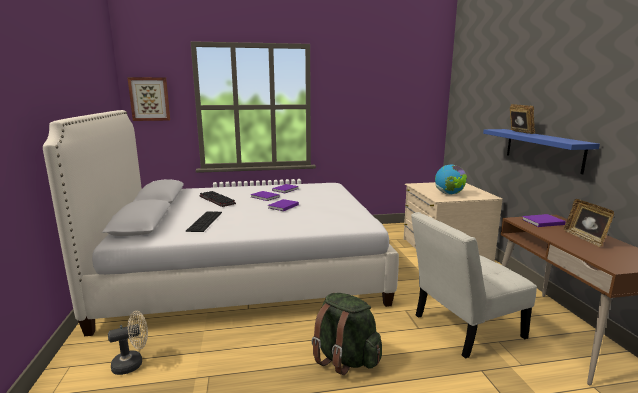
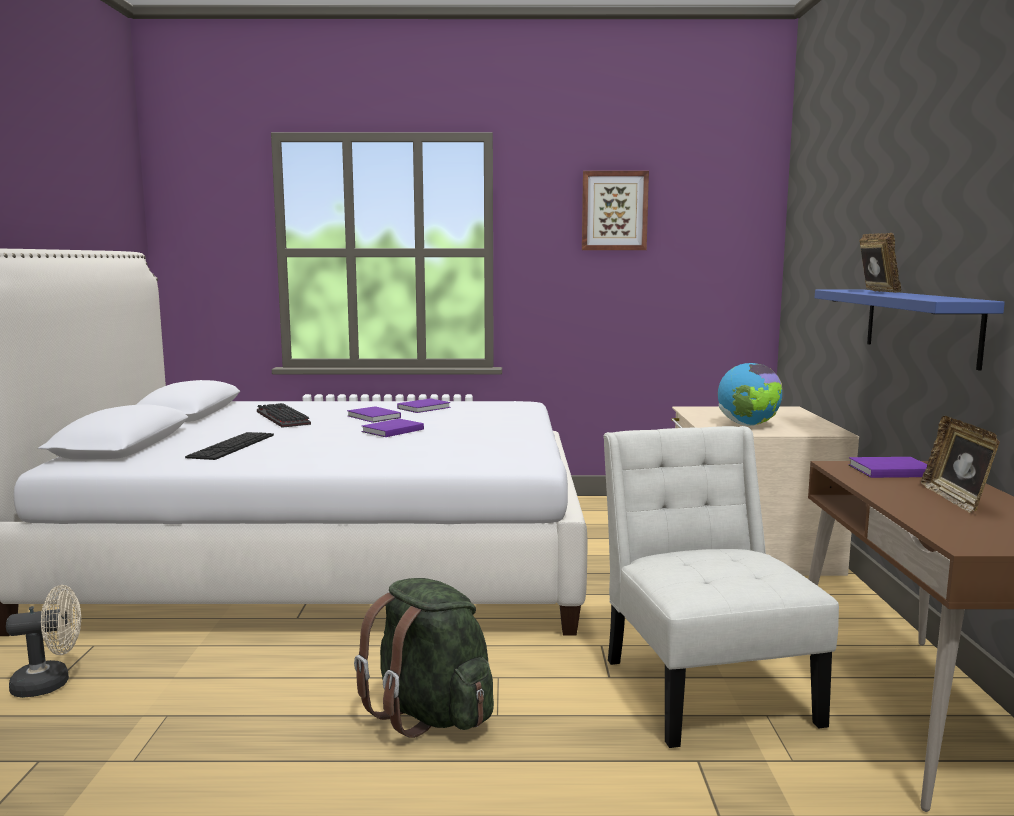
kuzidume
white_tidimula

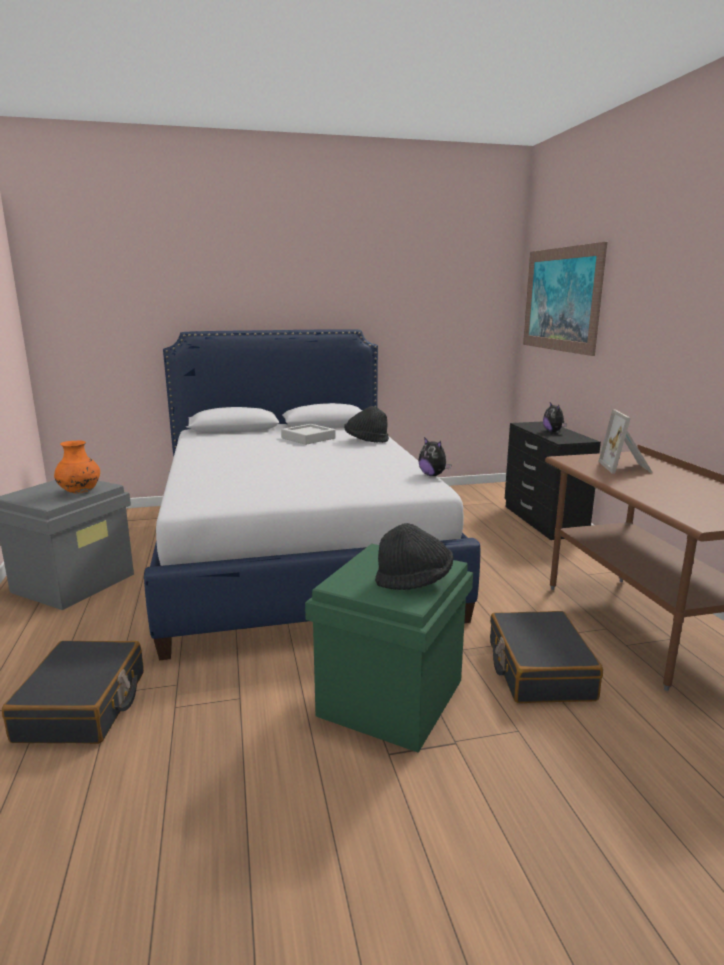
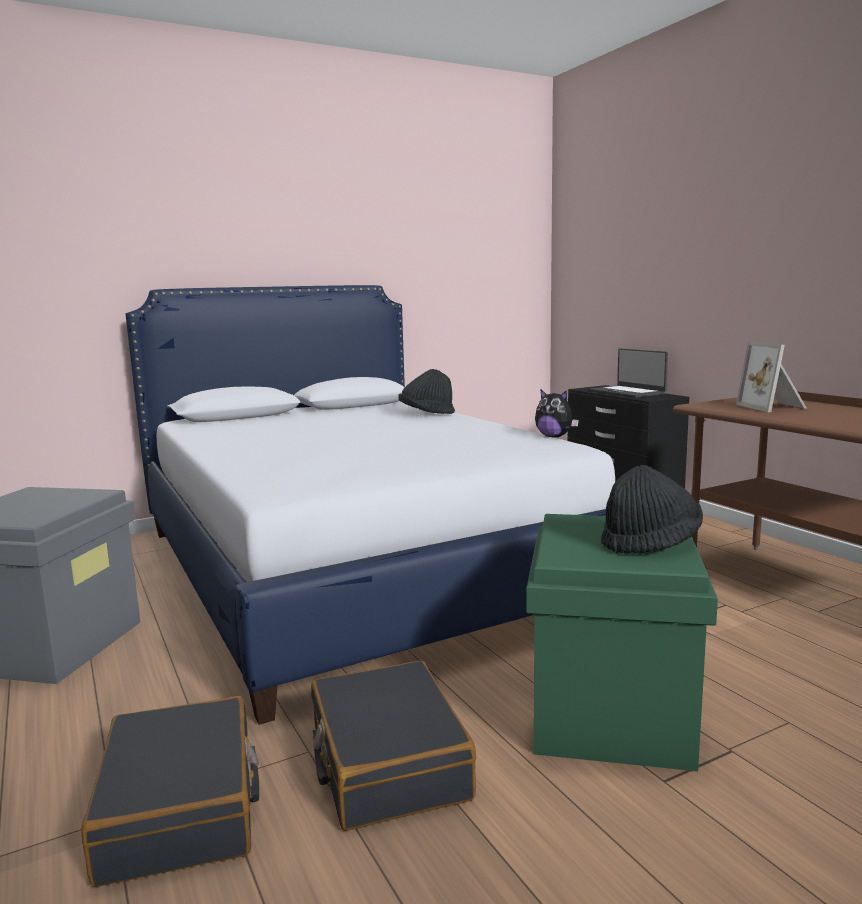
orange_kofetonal
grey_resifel
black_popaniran (2nd from left)
kuzidume
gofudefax

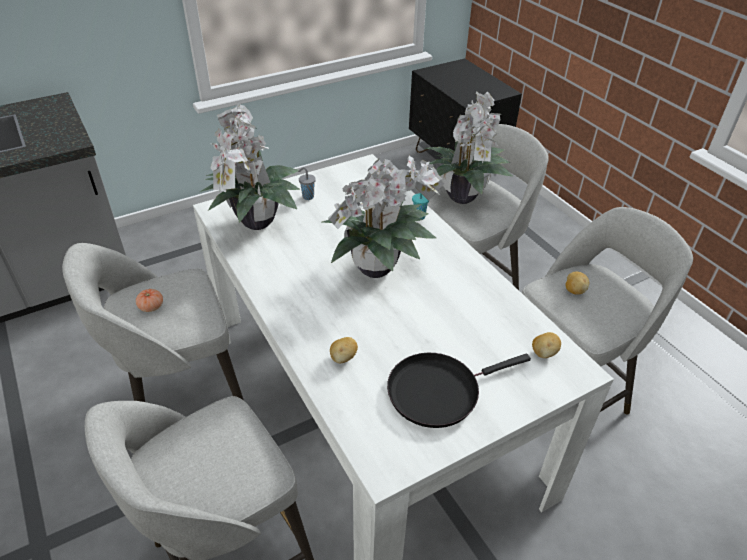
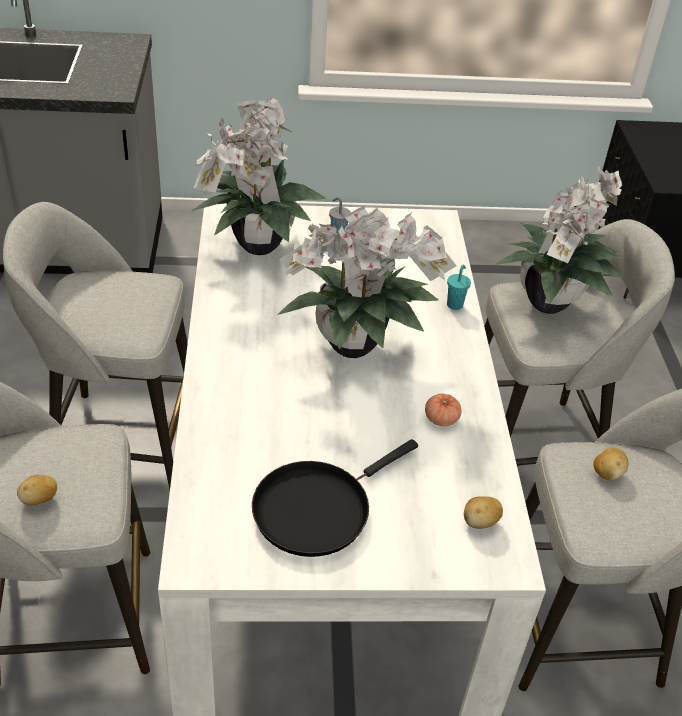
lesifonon
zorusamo (1st from left)
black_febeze

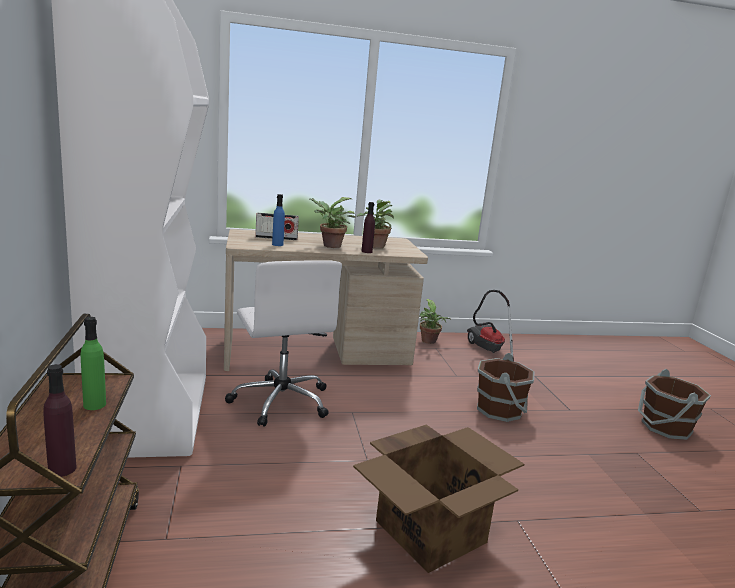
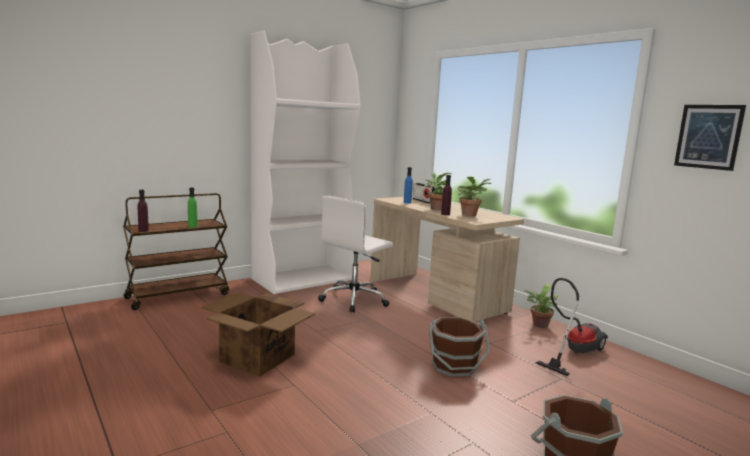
kuzidume

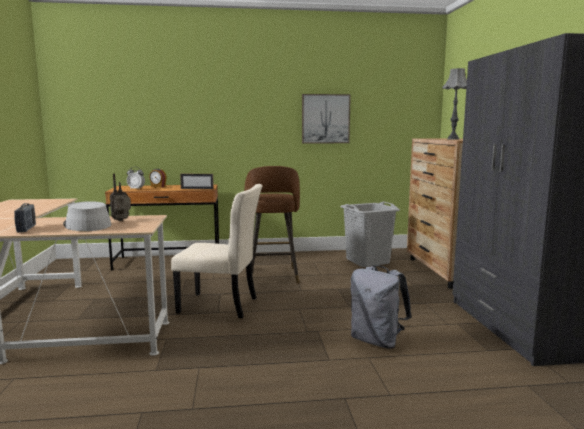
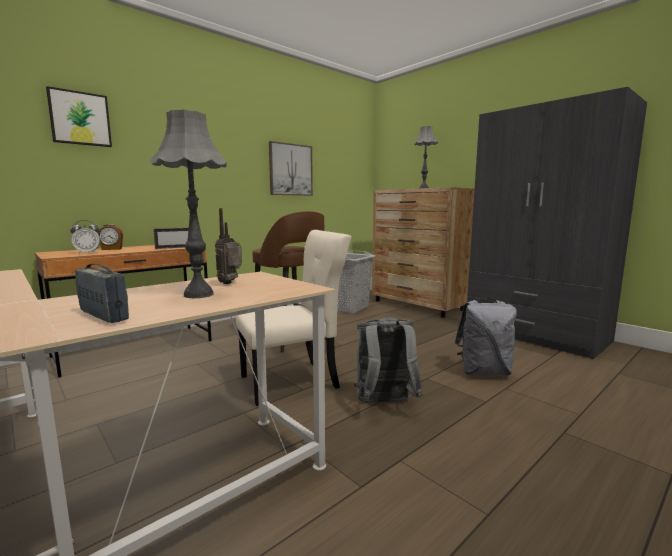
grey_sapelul (1st from left)
kuzidume (1st from left)
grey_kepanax (1st from left)

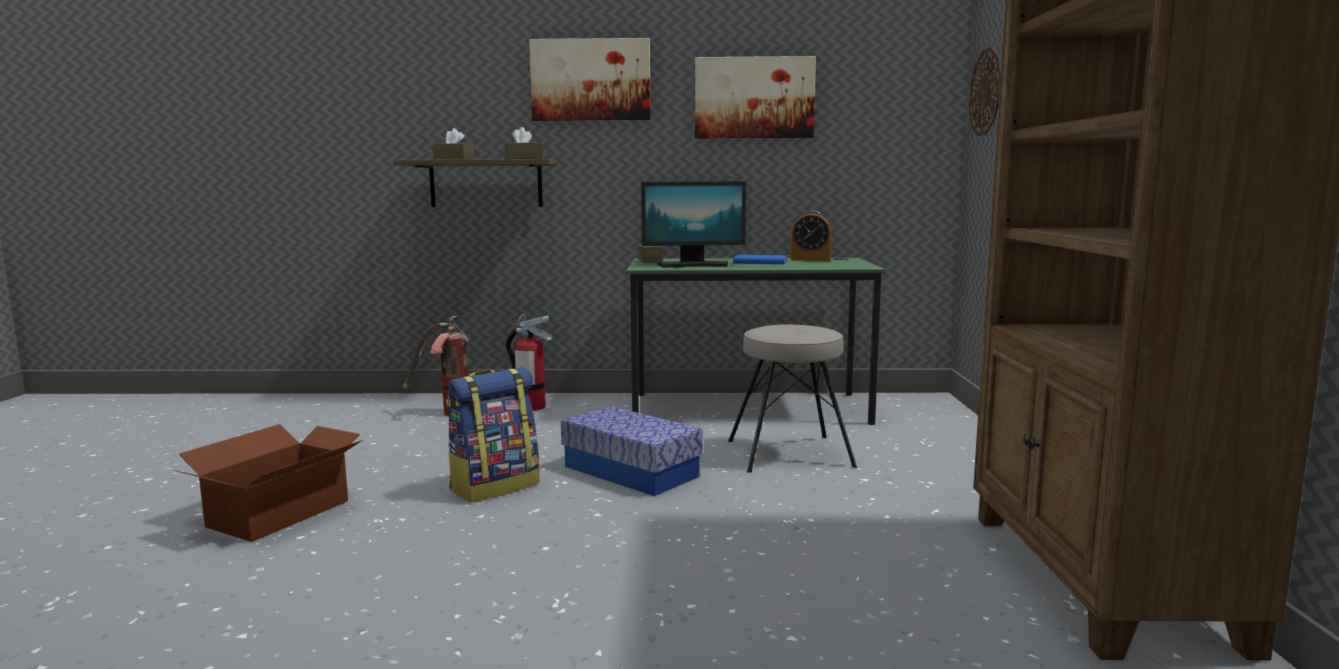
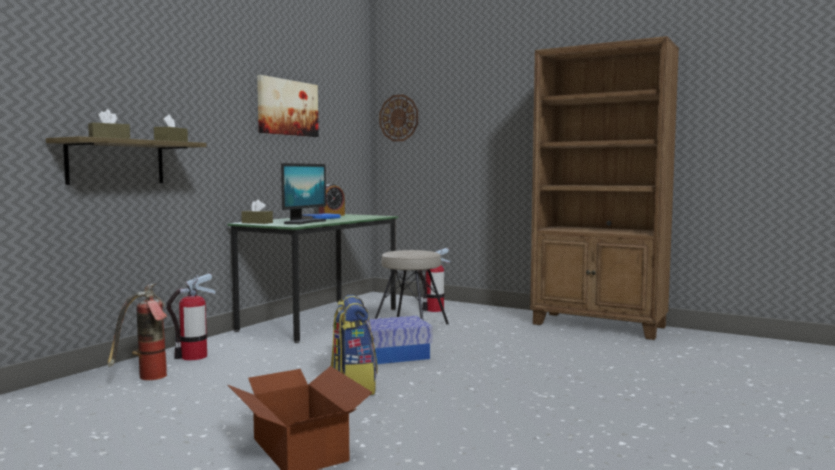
kuzidume (1st from left in the first image)
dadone (3rd from left)

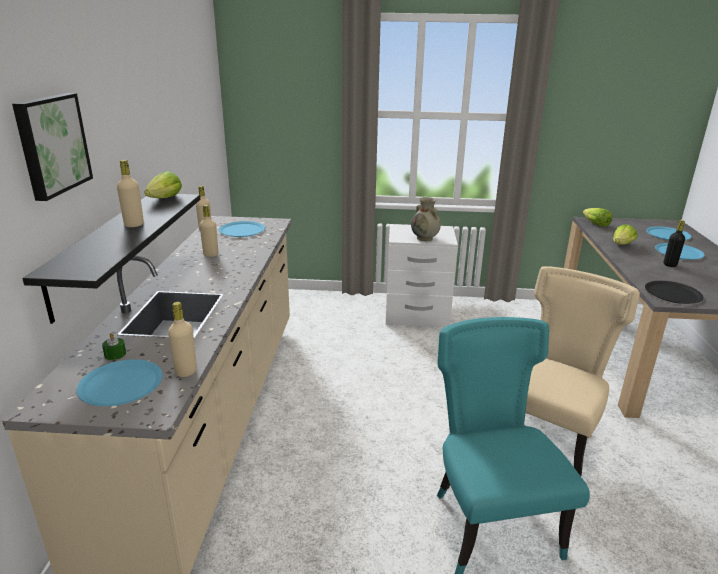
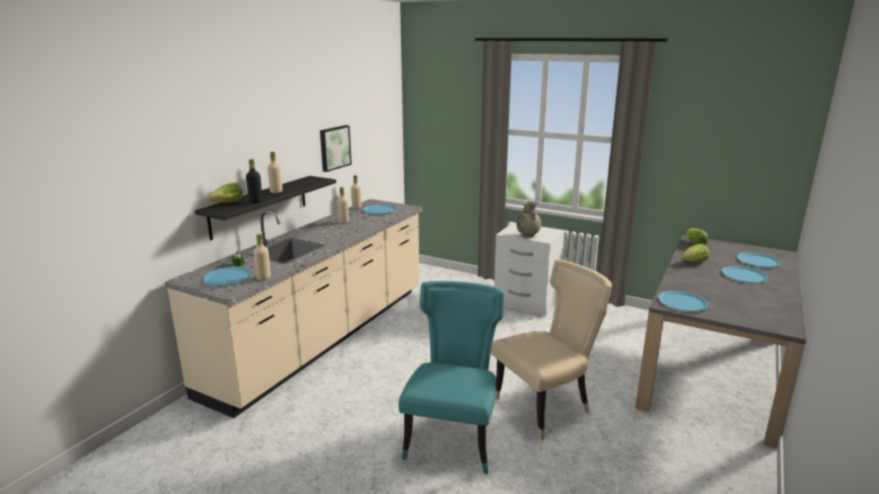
kuzidume
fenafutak (1st from left)
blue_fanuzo (3rd from left)
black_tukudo

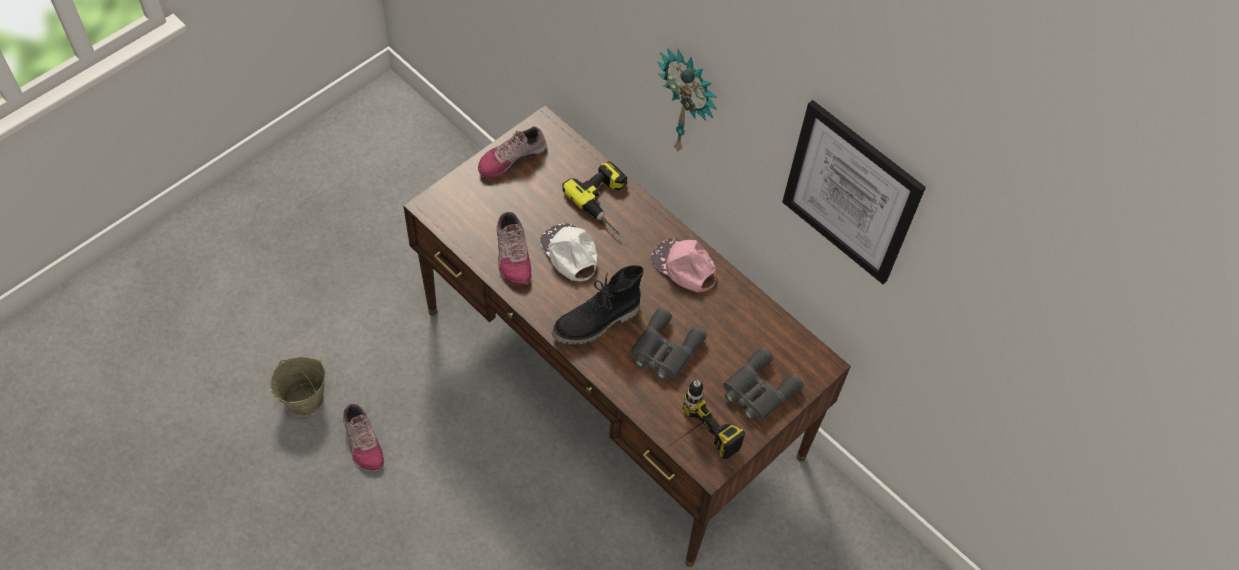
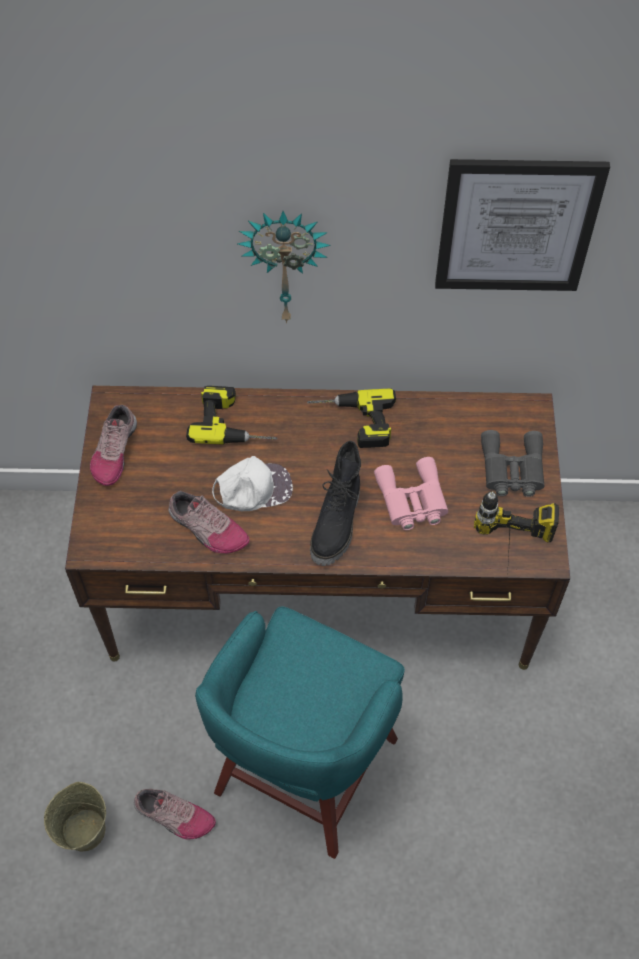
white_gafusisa
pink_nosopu
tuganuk (2nd from left)
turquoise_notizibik

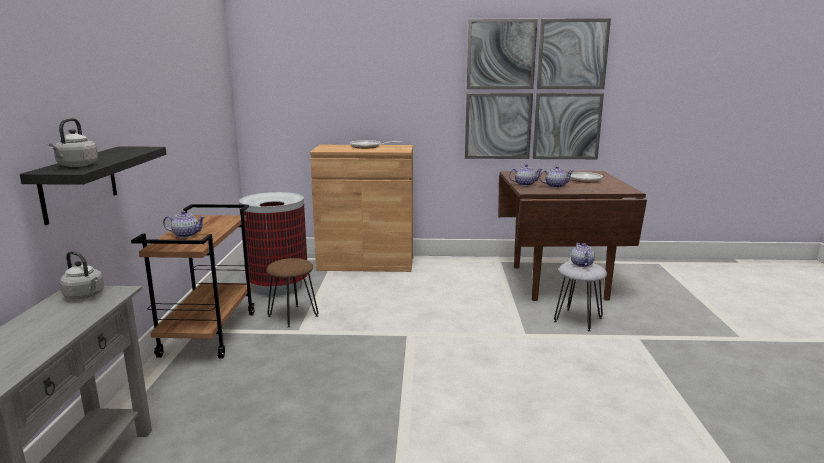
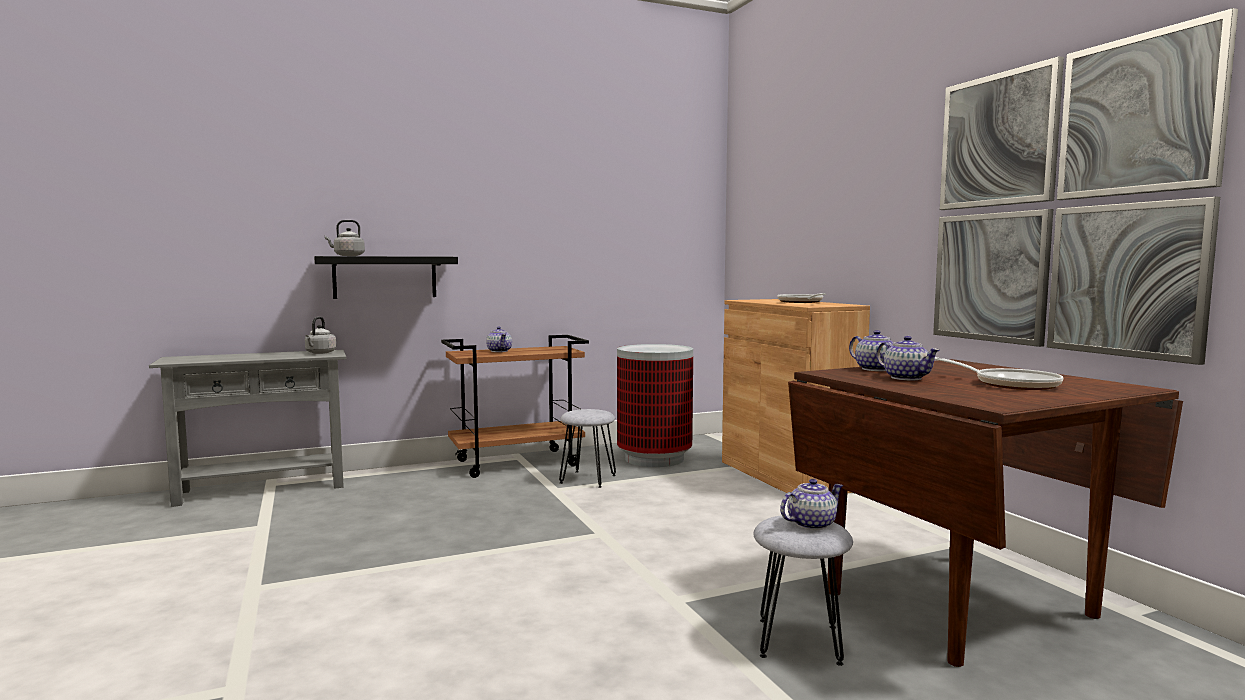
grey_notizibik (1st from left)

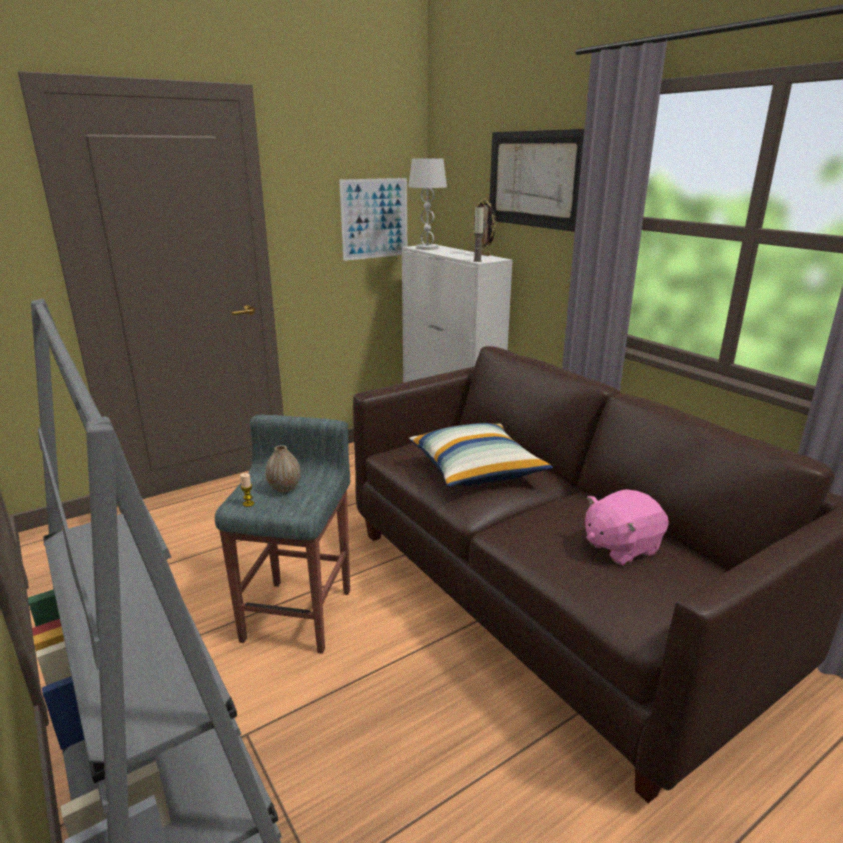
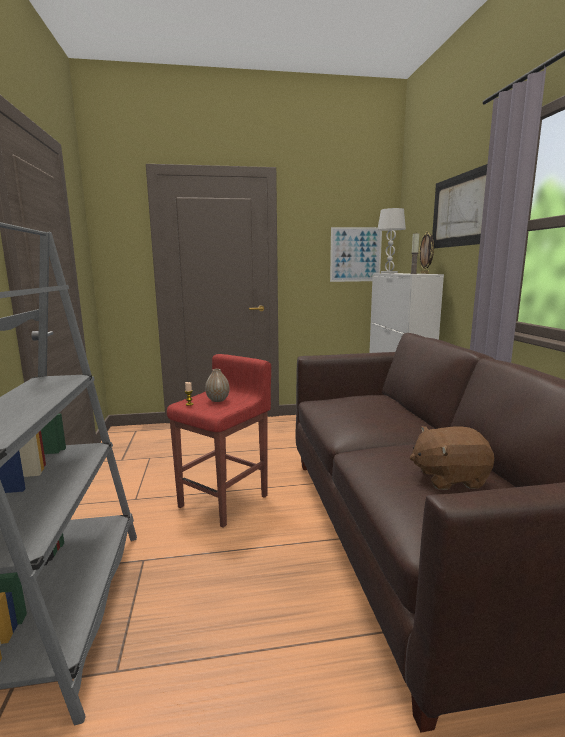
red_notizibik
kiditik
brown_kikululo

